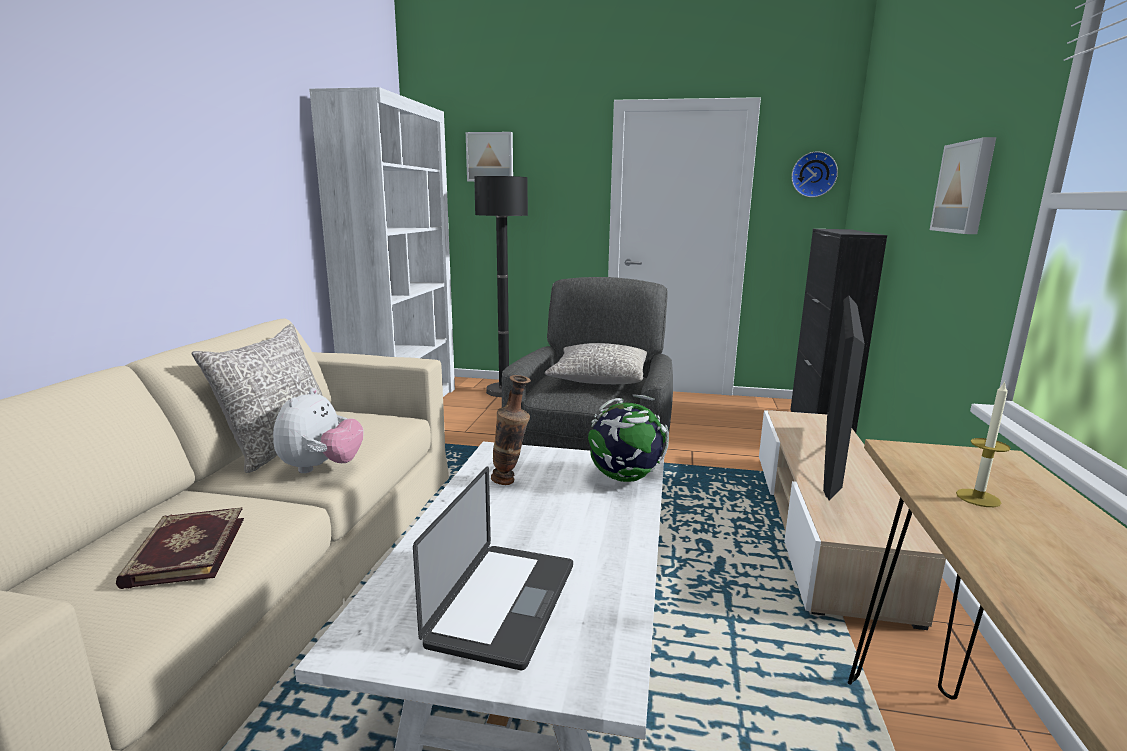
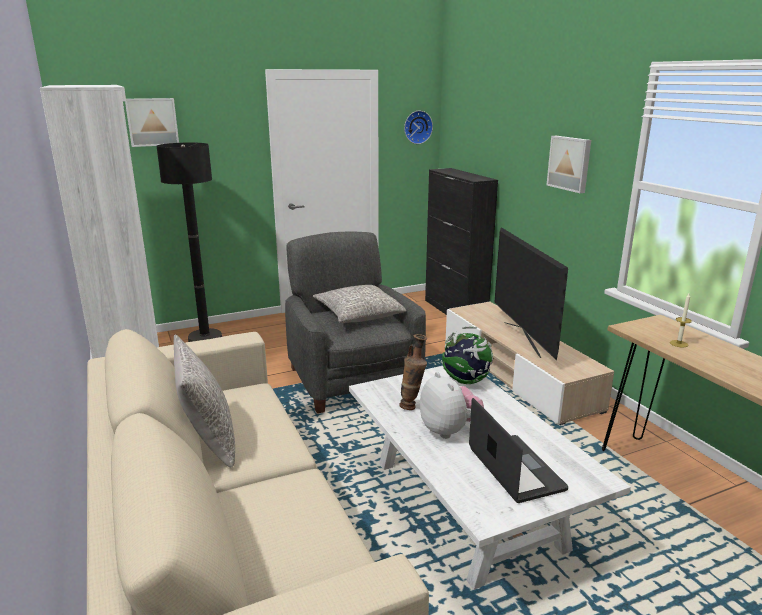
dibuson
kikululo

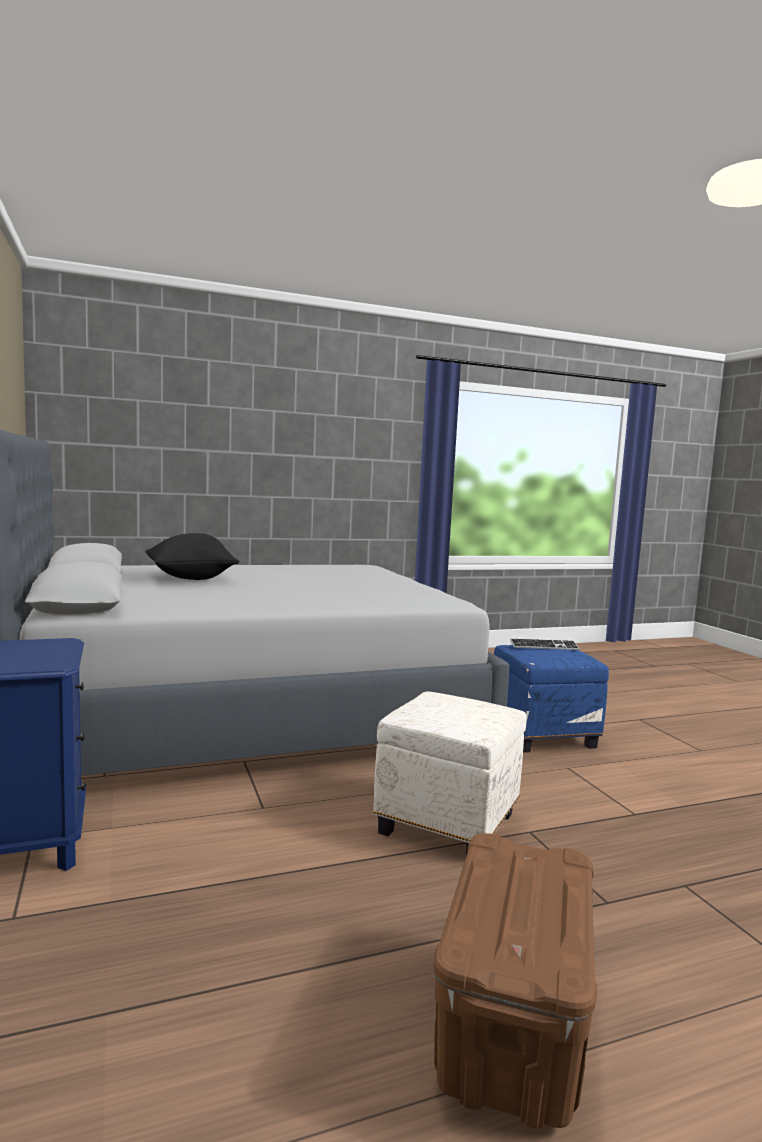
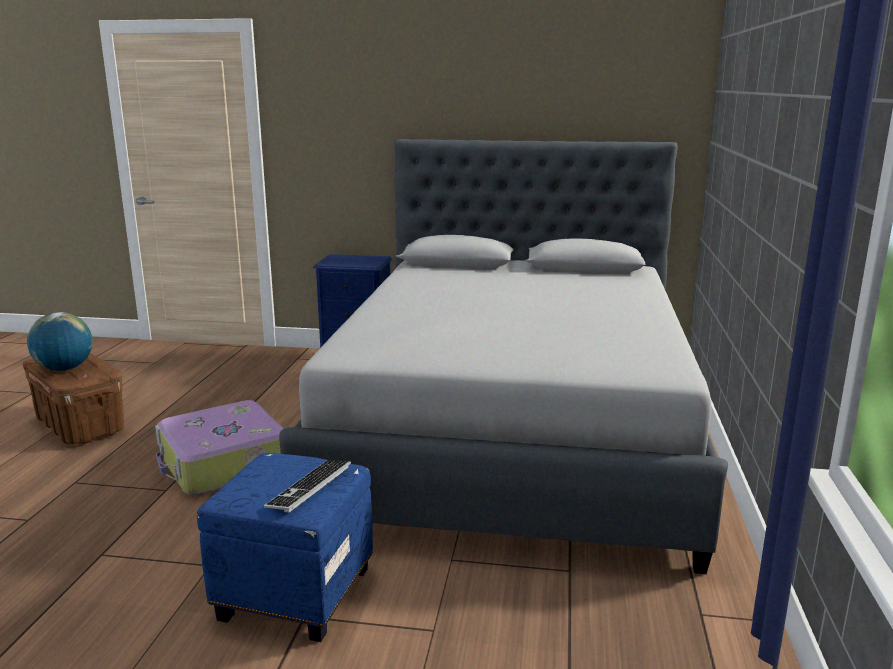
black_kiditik
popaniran
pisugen

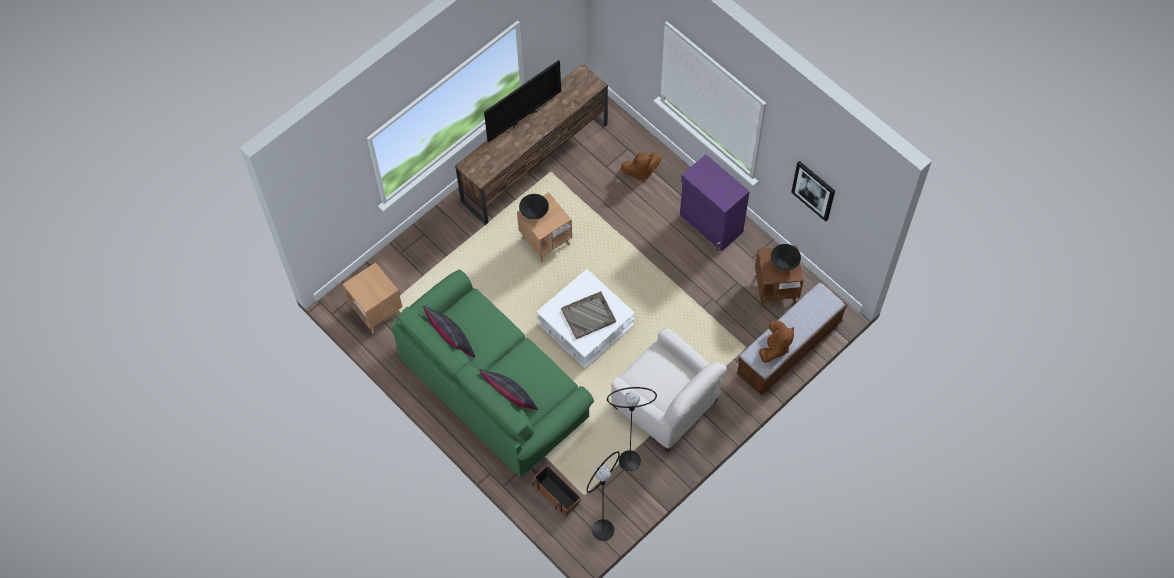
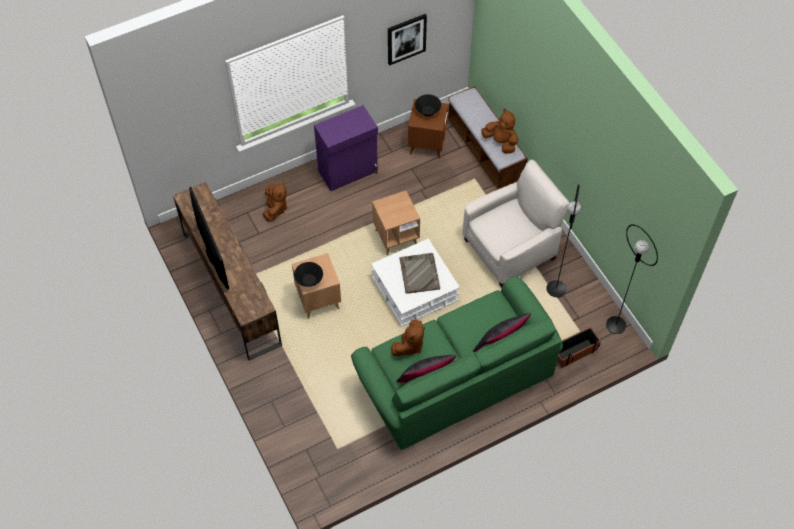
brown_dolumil (2nd from left)
brown_kikululo (2nd from left)

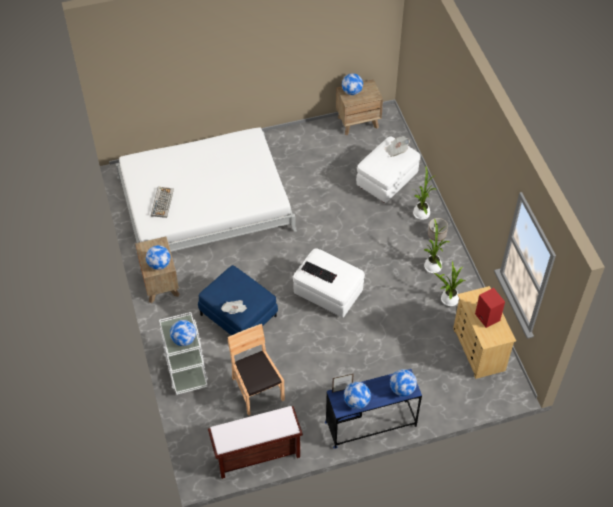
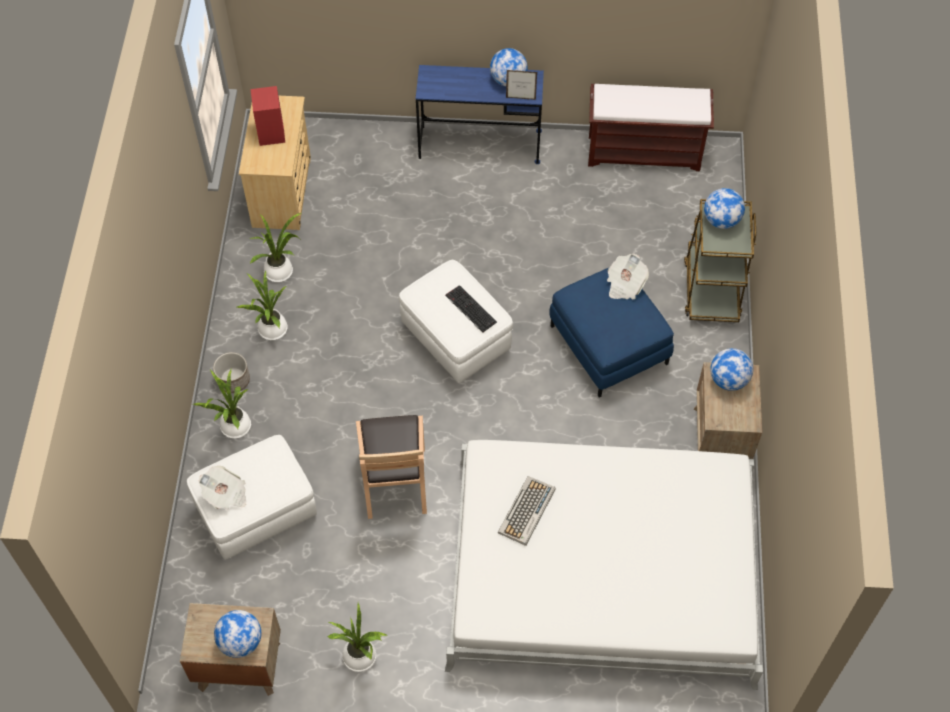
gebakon (2nd from left)
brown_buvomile
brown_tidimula
pisugen (5th from left in the first image)
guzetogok (4th from left)

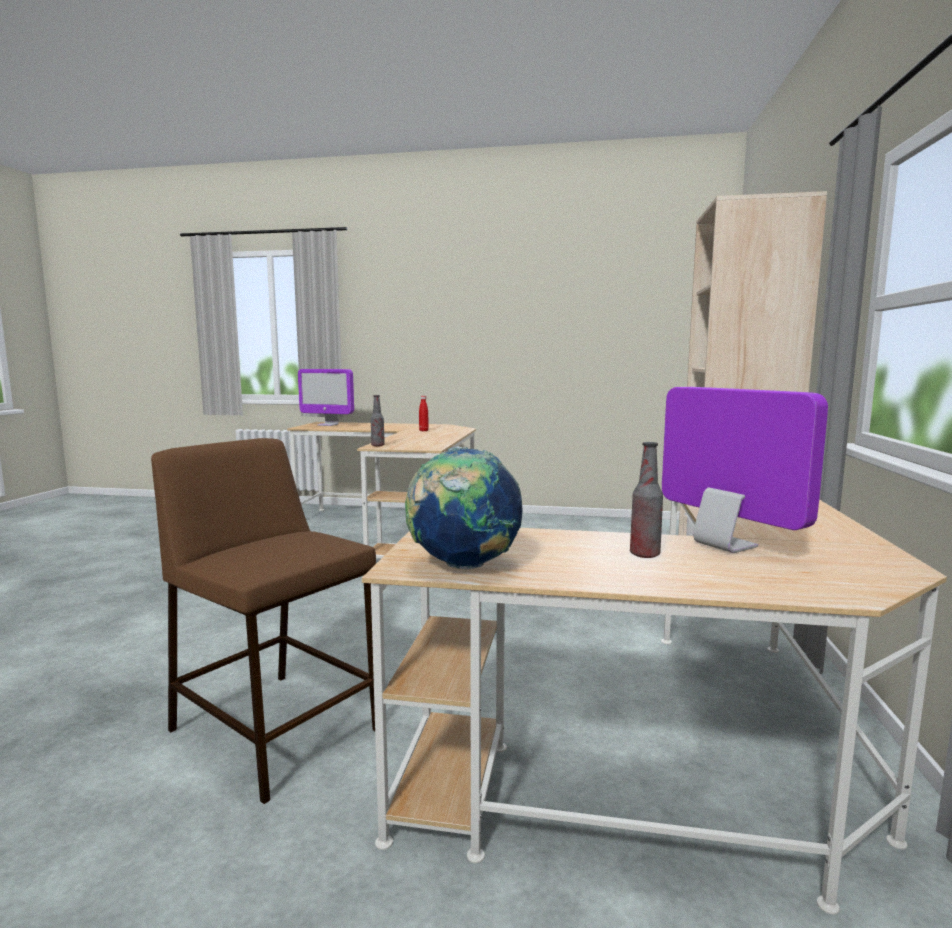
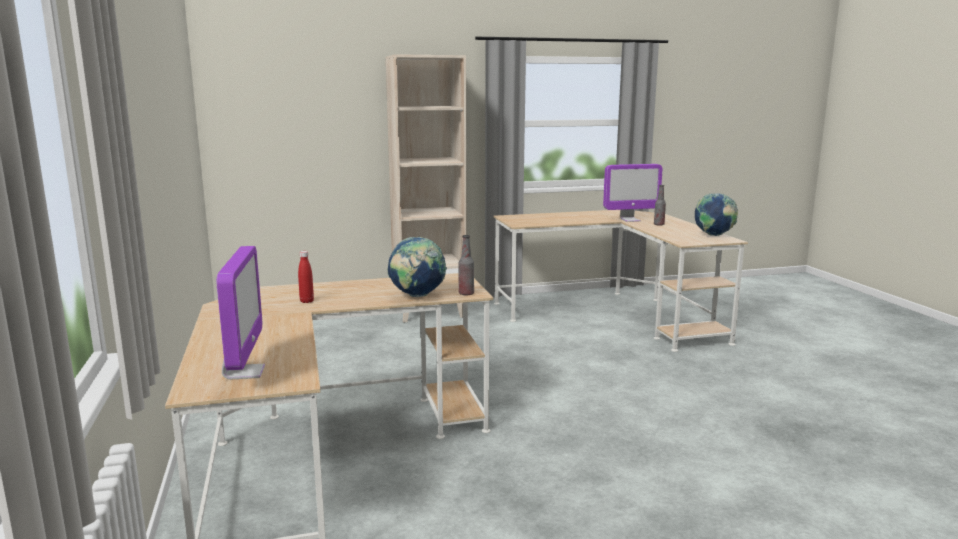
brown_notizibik
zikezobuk (2nd from left)
pisugen (1st from left)

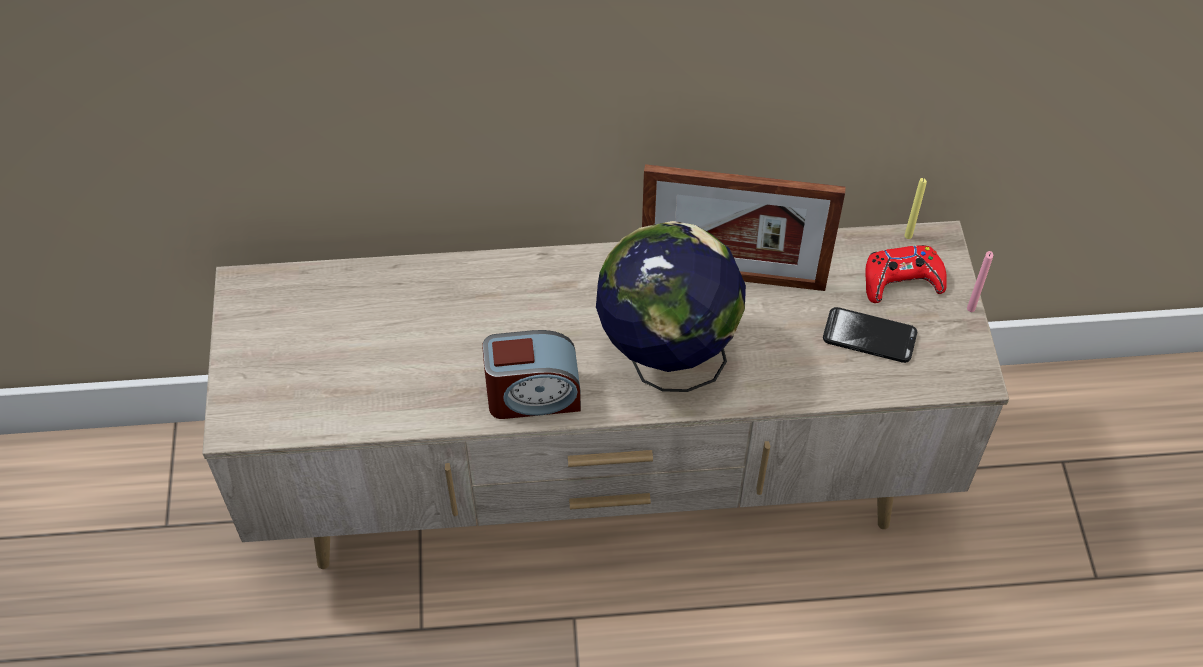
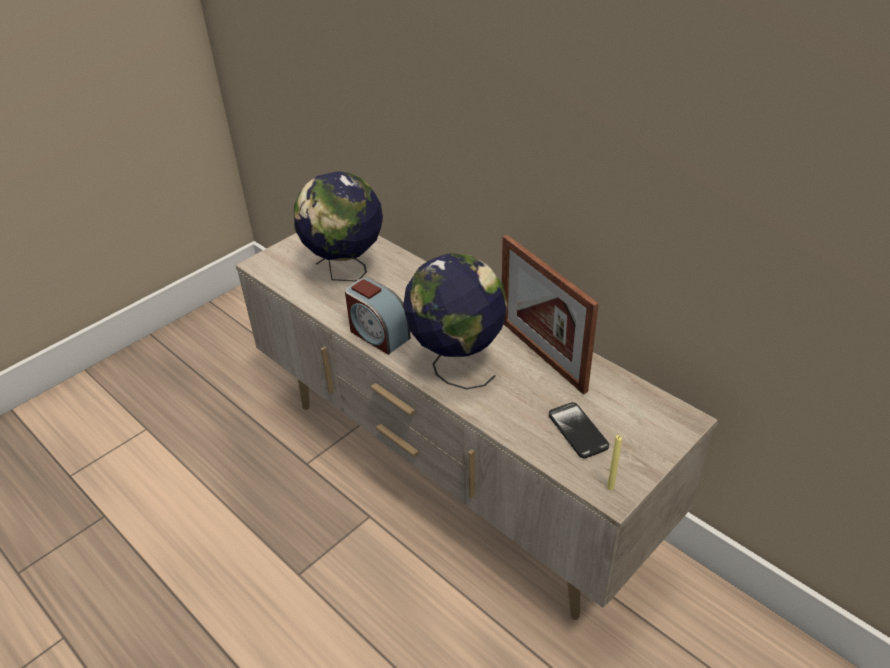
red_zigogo
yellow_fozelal
pink_fozelal
pisugen (1st from left)

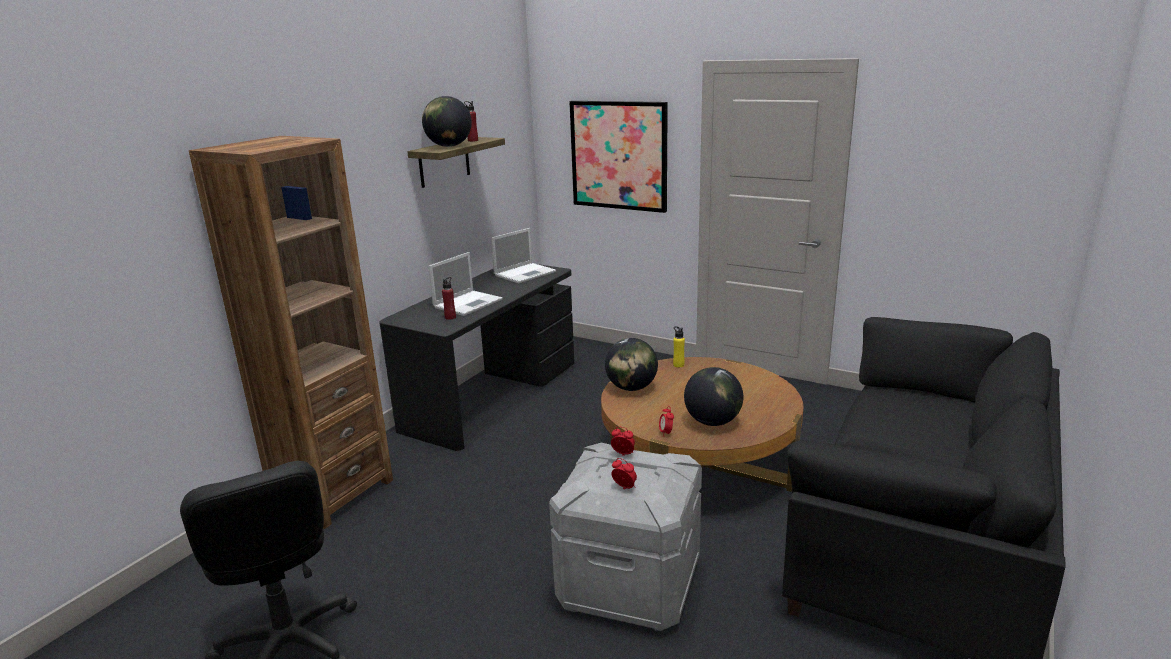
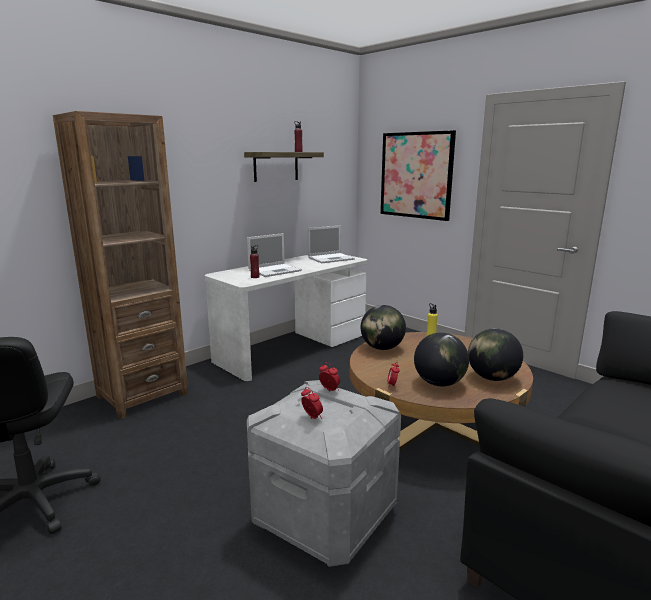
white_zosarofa
pisugen (3rd from left)

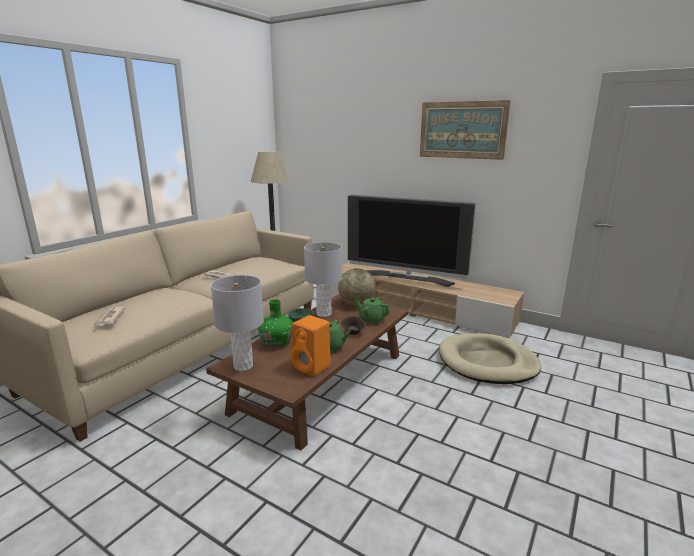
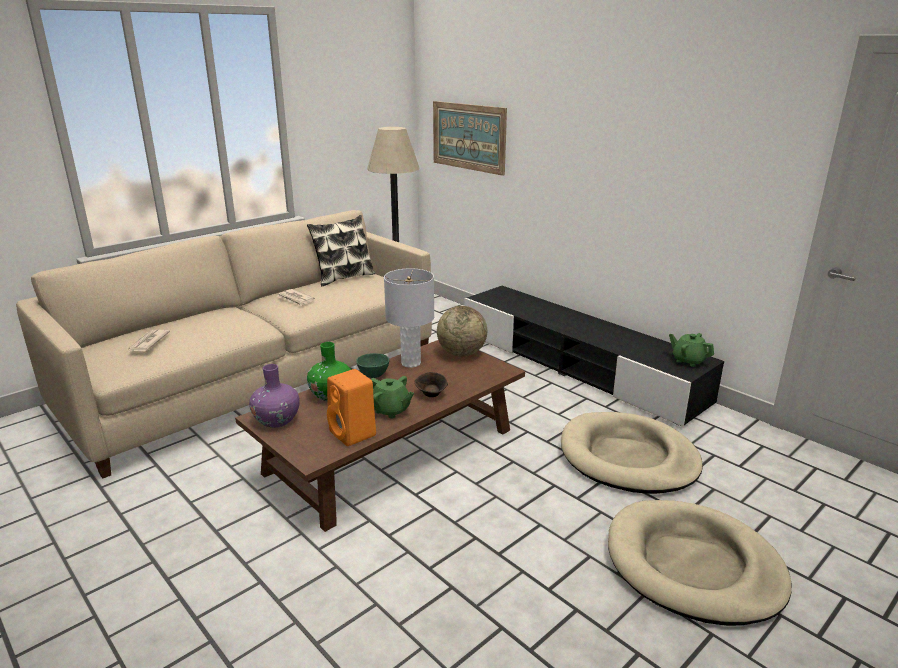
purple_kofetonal
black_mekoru
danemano
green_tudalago (2nd from left)
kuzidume
kiditik
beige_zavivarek (2nd from left)

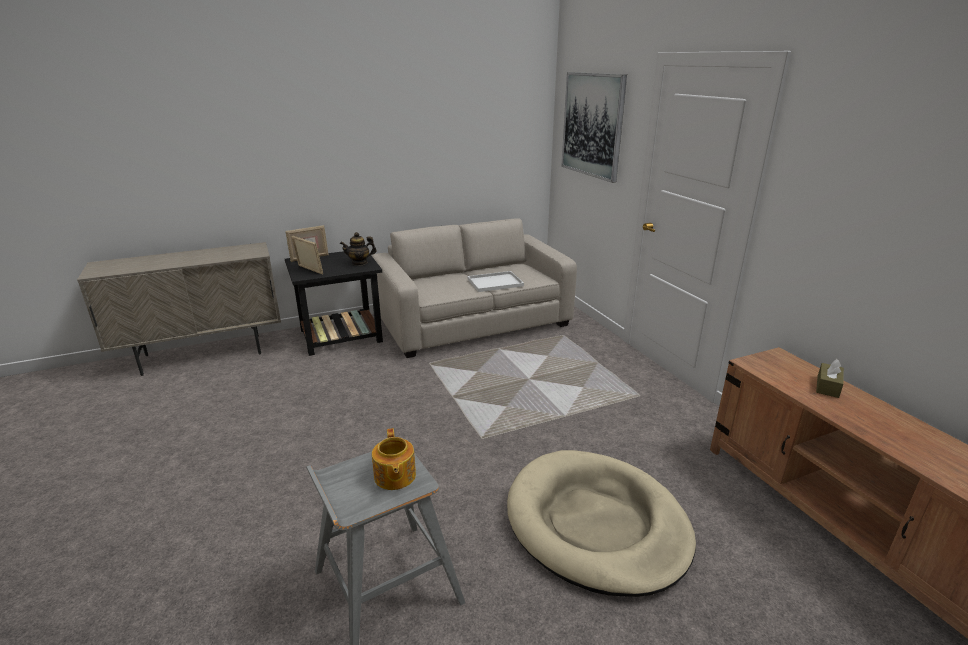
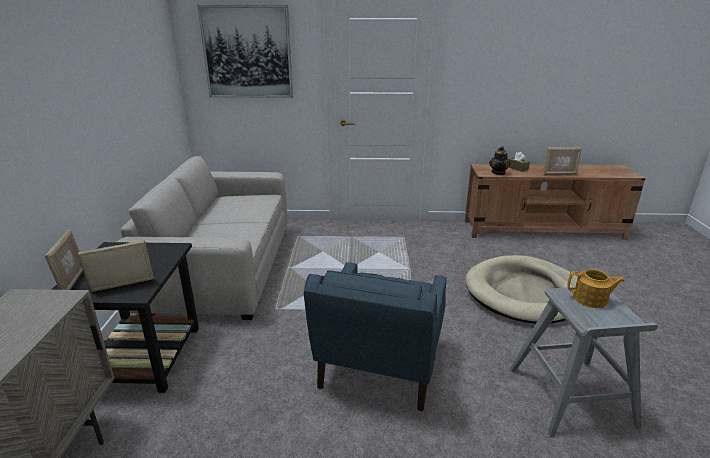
tudalago (1st from left)
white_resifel
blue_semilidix
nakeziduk (3rd from left)

